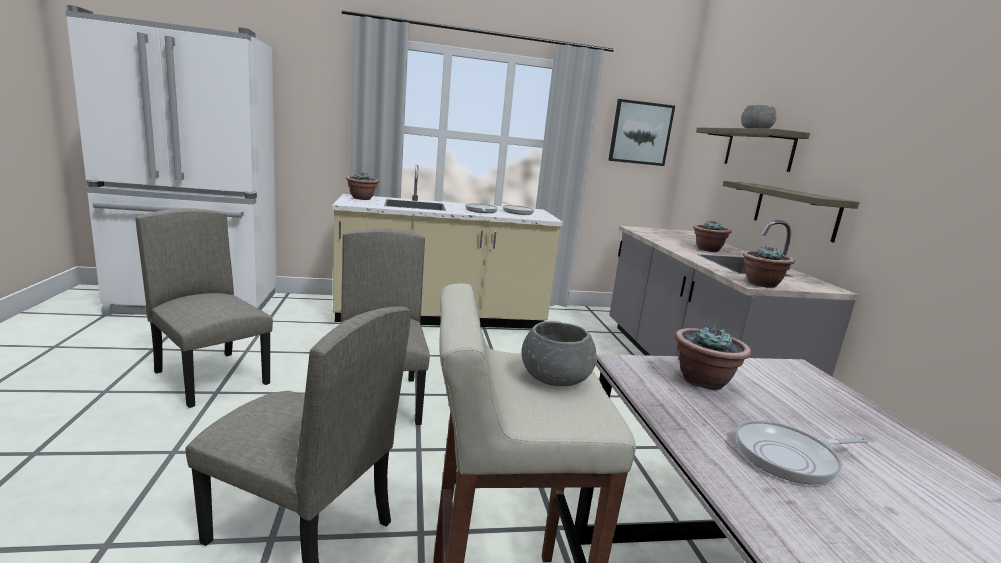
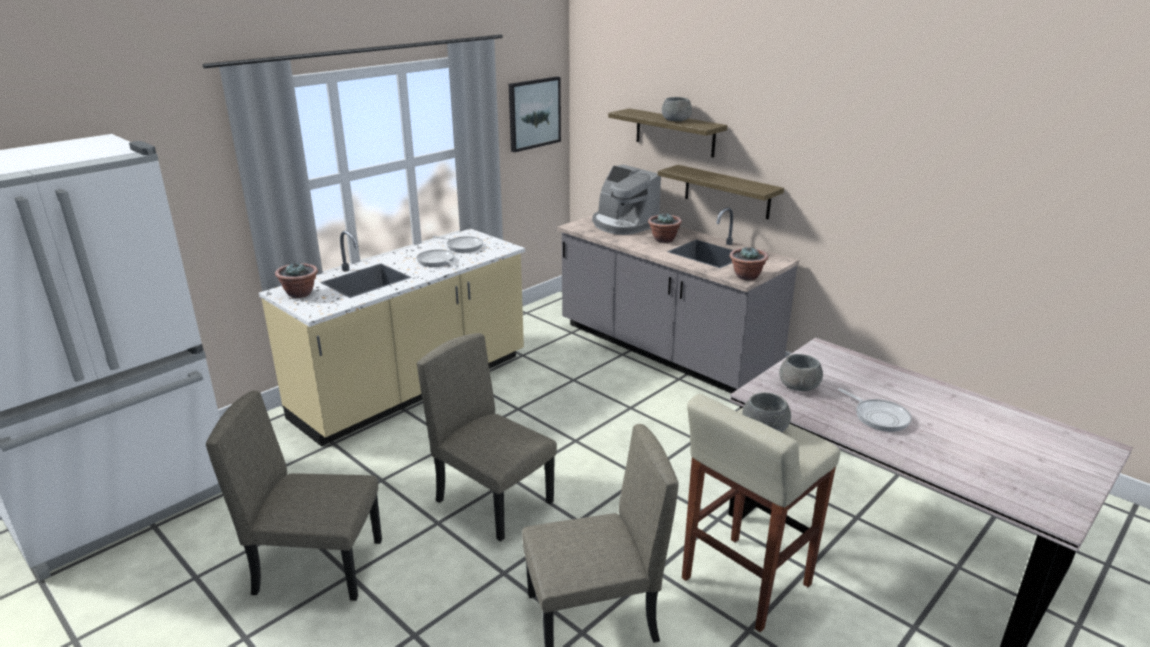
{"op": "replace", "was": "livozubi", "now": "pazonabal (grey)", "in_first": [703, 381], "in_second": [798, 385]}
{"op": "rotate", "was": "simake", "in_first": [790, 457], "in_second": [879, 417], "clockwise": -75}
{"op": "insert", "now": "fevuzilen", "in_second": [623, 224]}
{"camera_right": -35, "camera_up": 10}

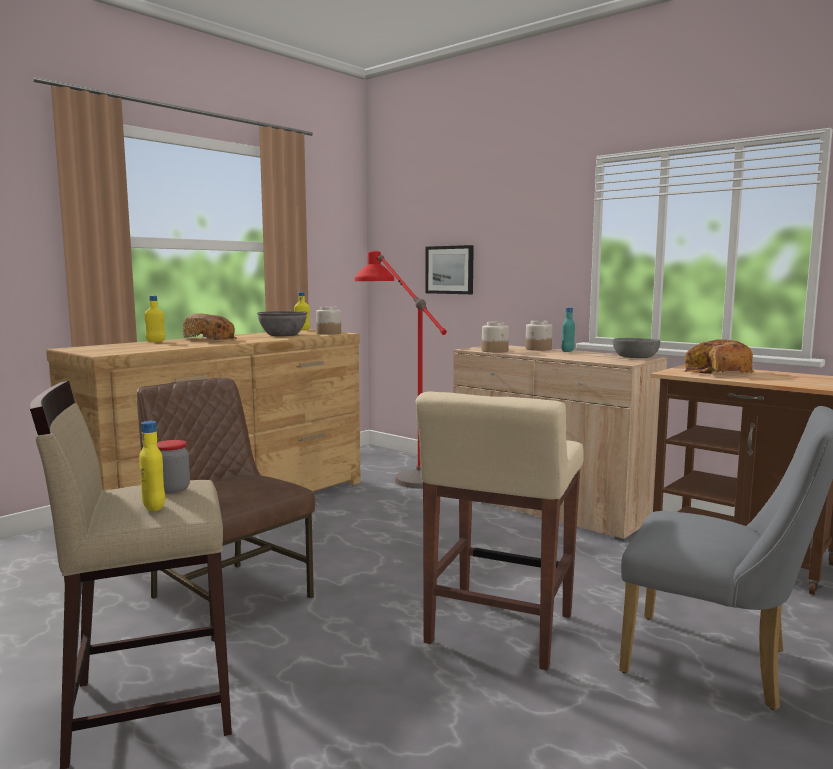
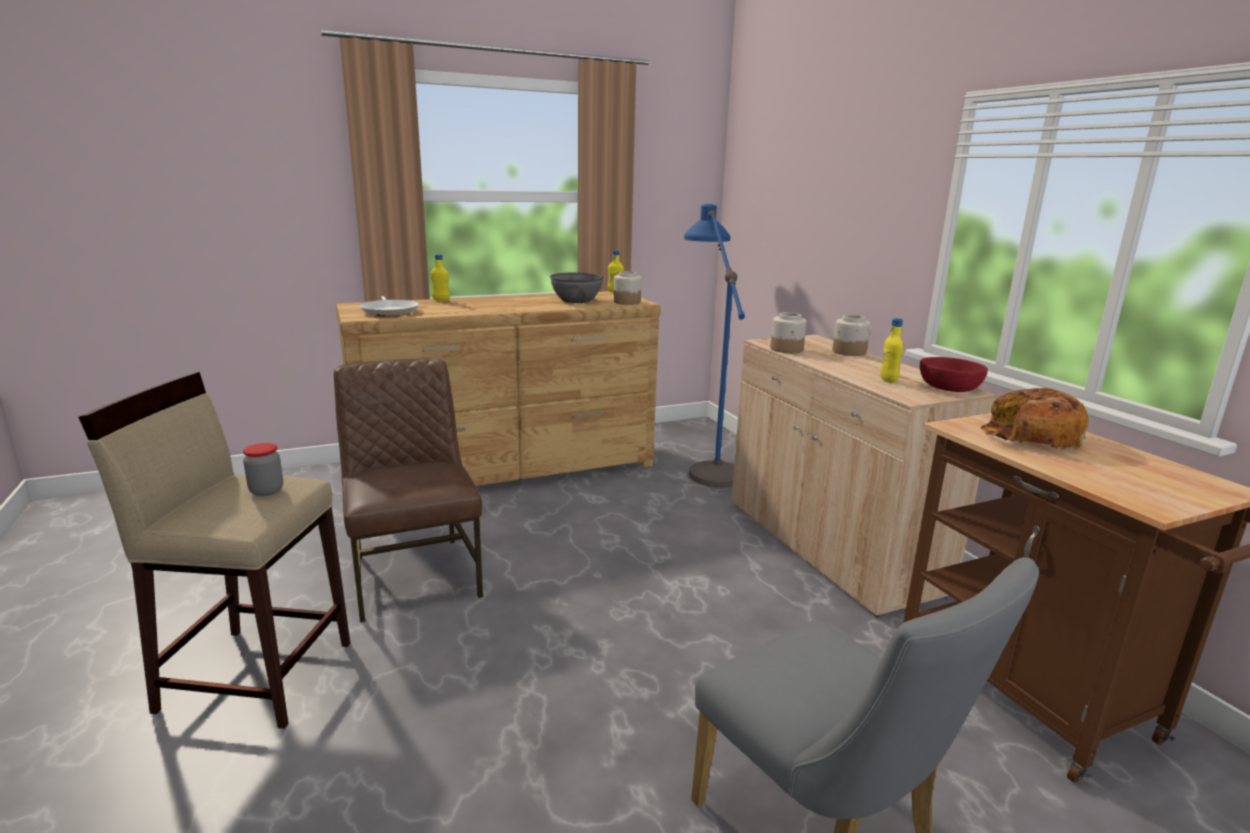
{"op": "delete", "was": "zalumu", "in_first": [450, 270]}
{"op": "recolor", "was": "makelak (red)", "now": "makelak (blue)", "in_first": [401, 472], "in_second": [707, 460]}
{"op": "delete", "was": "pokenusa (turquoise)", "in_first": [567, 351]}
{"op": "delete", "was": "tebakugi", "in_first": [211, 339]}
{"op": "recolor", "was": "pazonabal (grey)", "now": "pazonabal (red)", "in_first": [635, 357], "in_second": [949, 387]}
{"op": "delete", "was": "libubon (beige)", "in_first": [499, 630]}
{"op": "move", "was": "pokenusa (yellow)", "in_first": [154, 507], "in_second": [888, 380]}
{"op": "insert", "now": "simake", "in_second": [390, 311]}
{"camera_right": 25, "camera_up": 10}

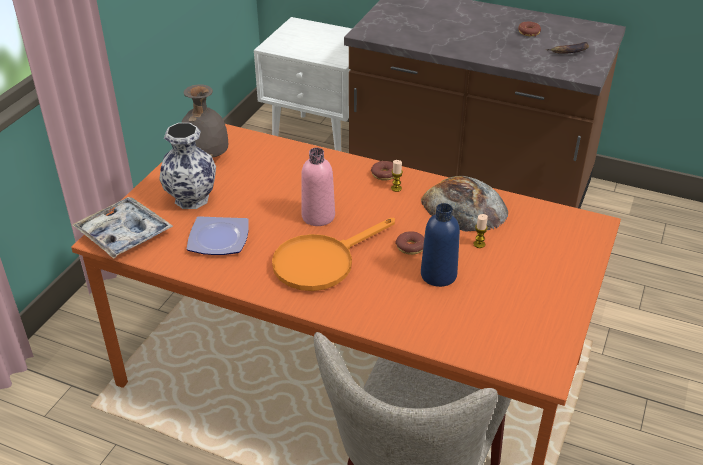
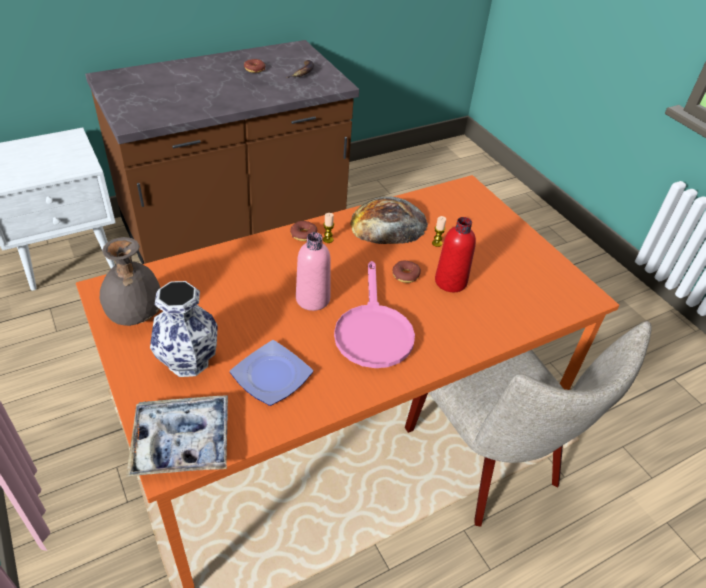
{"op": "recolor", "was": "pokenusa (blue)", "now": "pokenusa (red)", "in_first": [438, 275], "in_second": [450, 281]}
{"op": "recolor", "was": "simake (orange)", "now": "simake (pink)", "in_first": [322, 261], "in_second": [372, 330]}
{"camera_right": -55, "camera_up": 5}

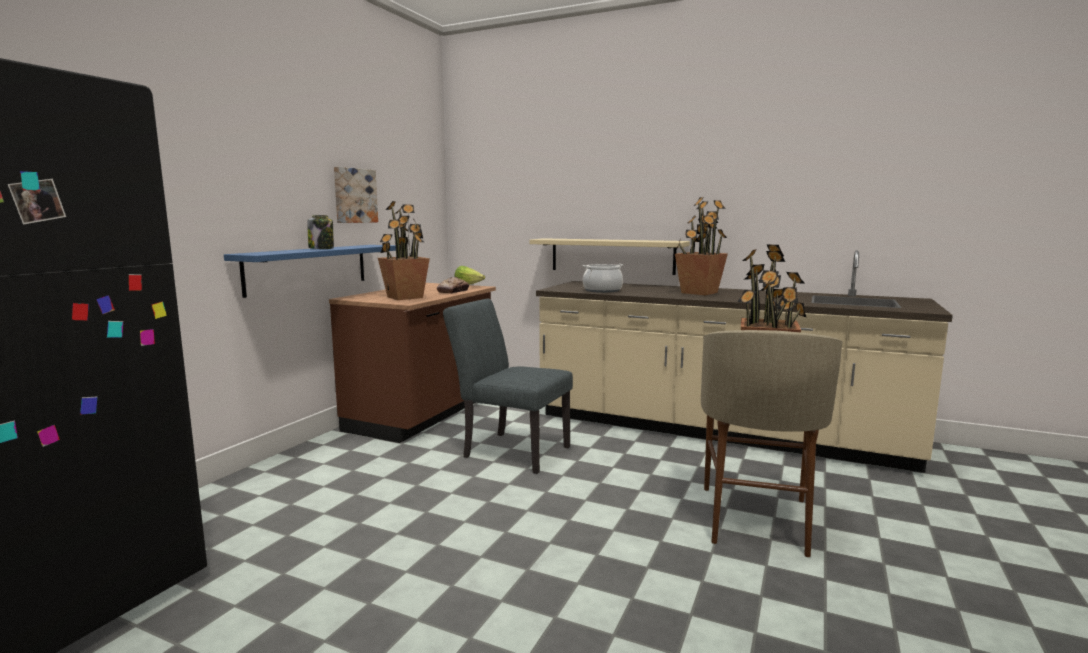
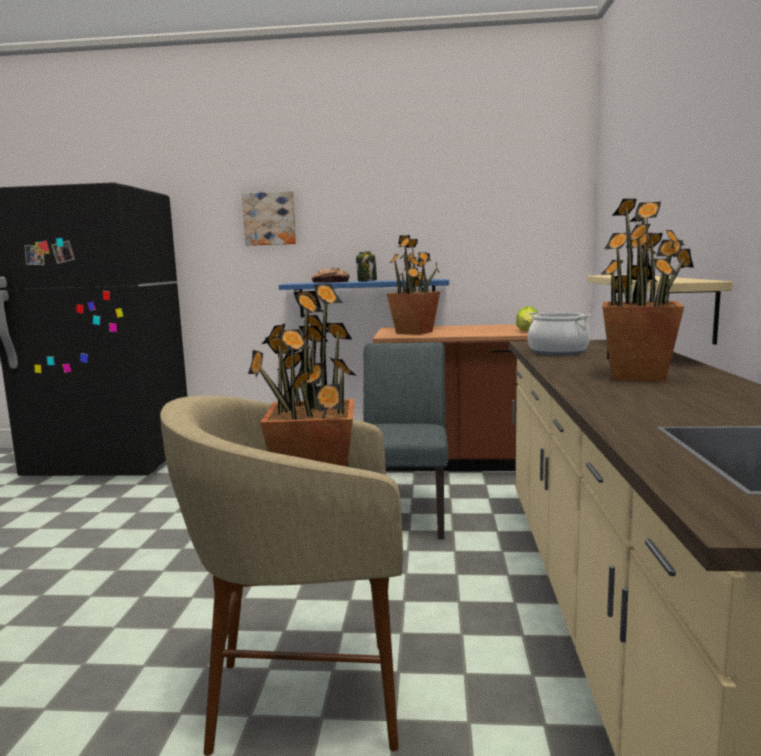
{"op": "move", "was": "zalumu", "in_first": [354, 195], "in_second": [269, 219]}
{"op": "move", "was": "tebakugi", "in_first": [453, 291], "in_second": [330, 282]}
{"camera_right": 70, "camera_up": 0}

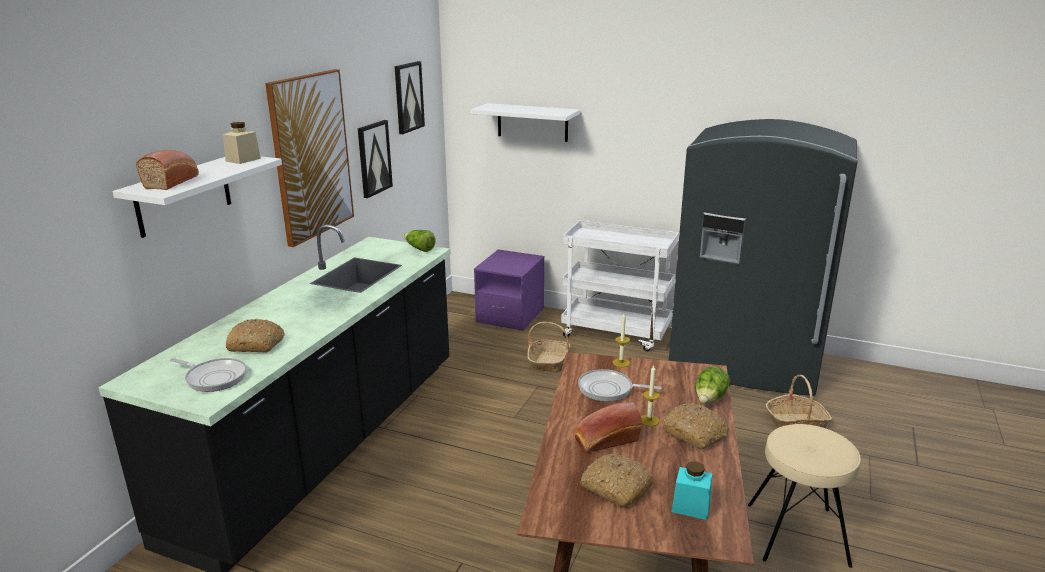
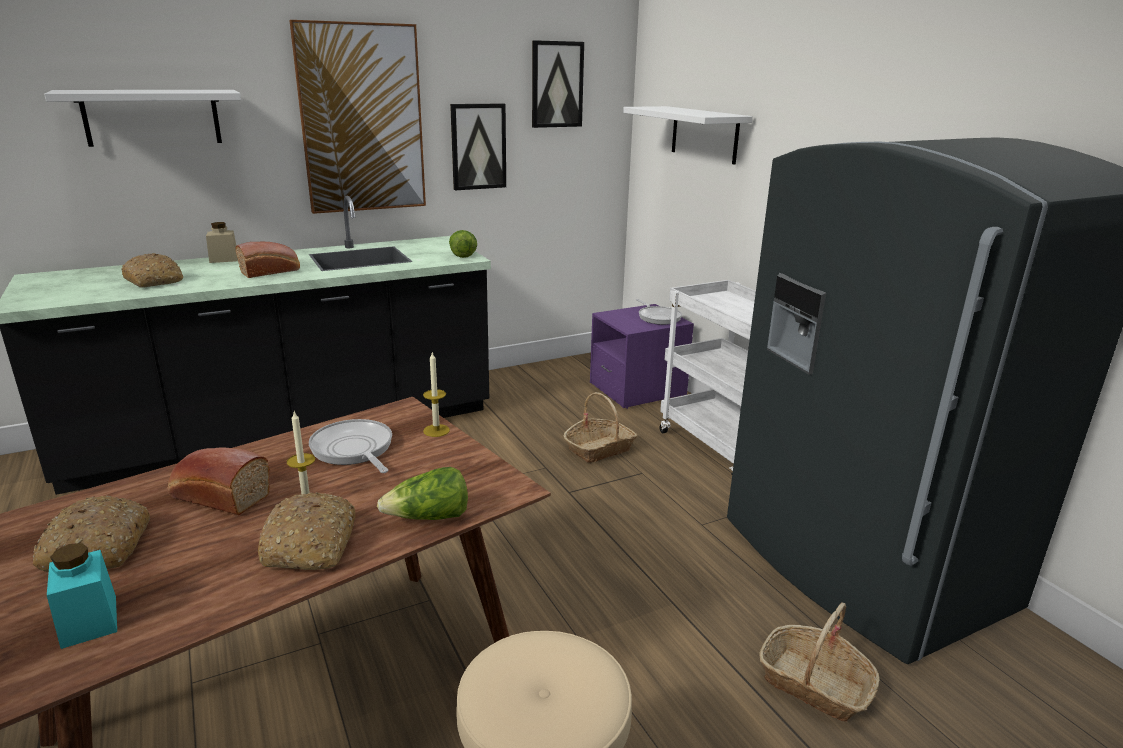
{"op": "move", "was": "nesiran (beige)", "in_first": [243, 160], "in_second": [224, 259]}
{"op": "move", "was": "tebakugi", "in_first": [173, 181], "in_second": [271, 271]}
{"op": "move", "was": "simake", "in_first": [214, 377], "in_second": [658, 317]}
{"camera_right": 40, "camera_up": 0}

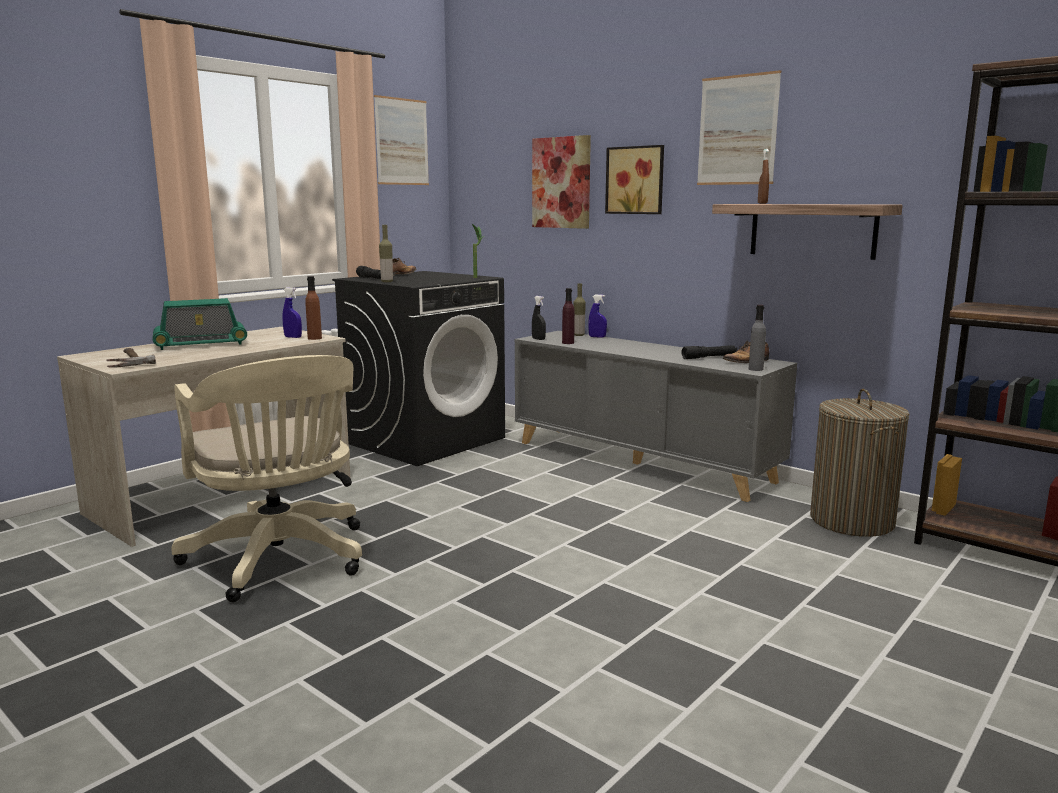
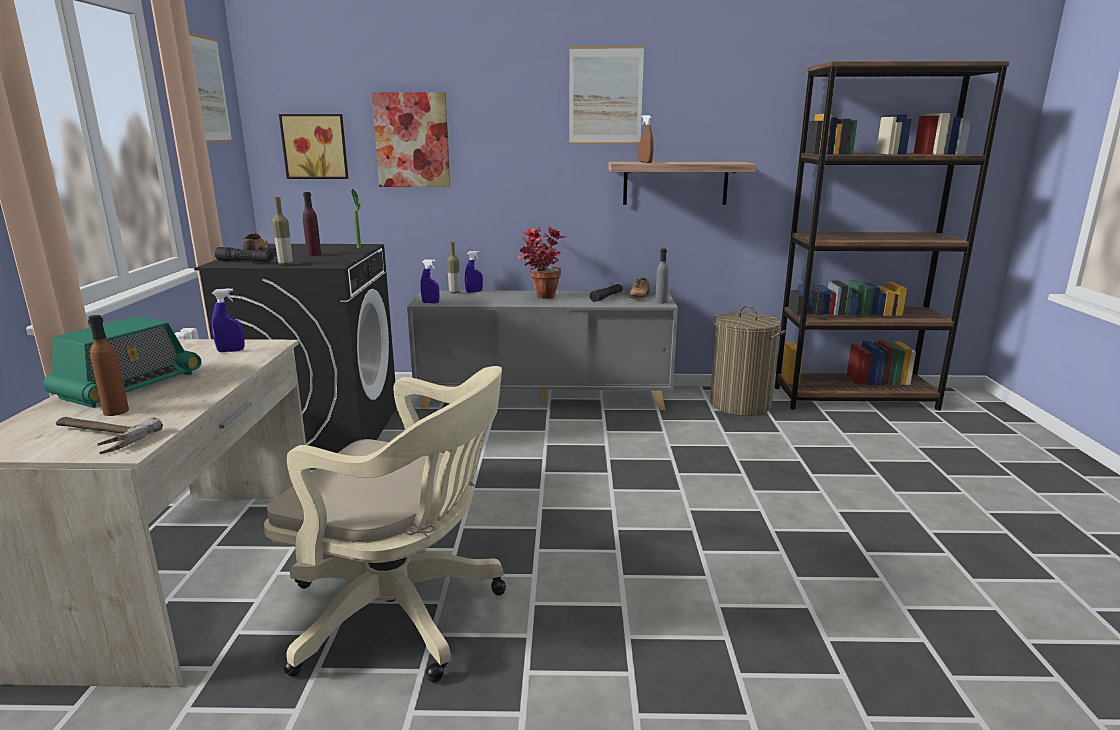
{"op": "move", "was": "zalumu", "in_first": [636, 180], "in_second": [315, 146]}
{"op": "move", "was": "pokenusa (brown)", "in_first": [314, 338], "in_second": [116, 411]}
{"op": "move", "was": "pokenusa (purple)", "in_first": [568, 343], "in_second": [314, 254]}
{"op": "recolor", "was": "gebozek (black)", "now": "gebozek (blue)", "in_first": [538, 339], "in_second": [430, 302]}
{"op": "insert", "now": "livozubi", "in_second": [540, 298]}
{"camera_right": -40, "camera_up": 5}

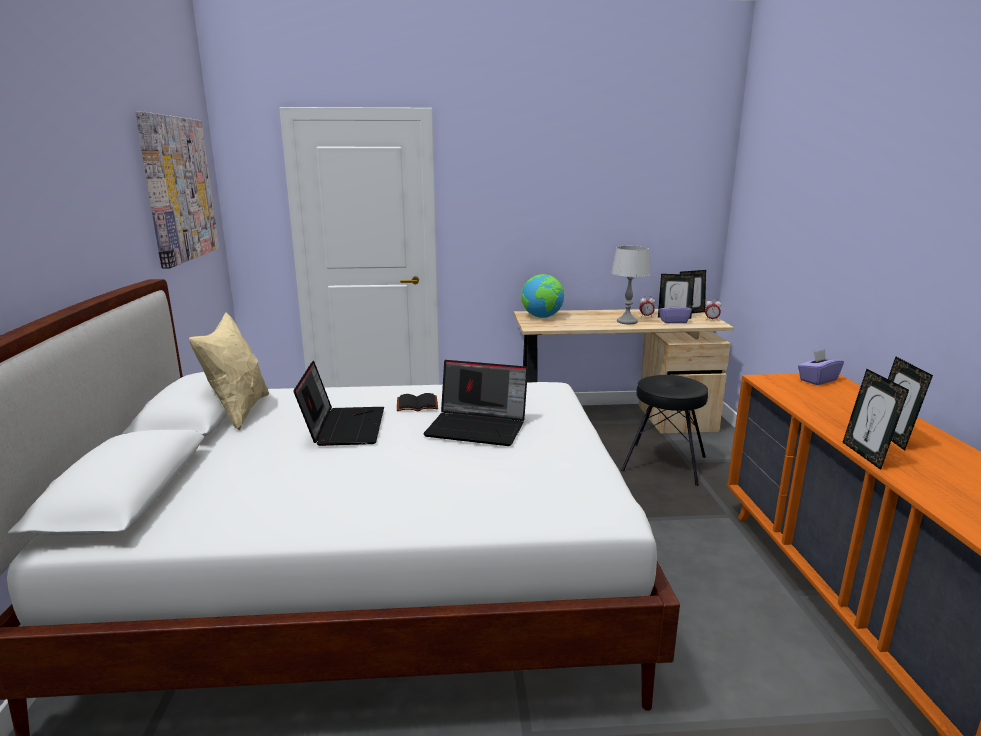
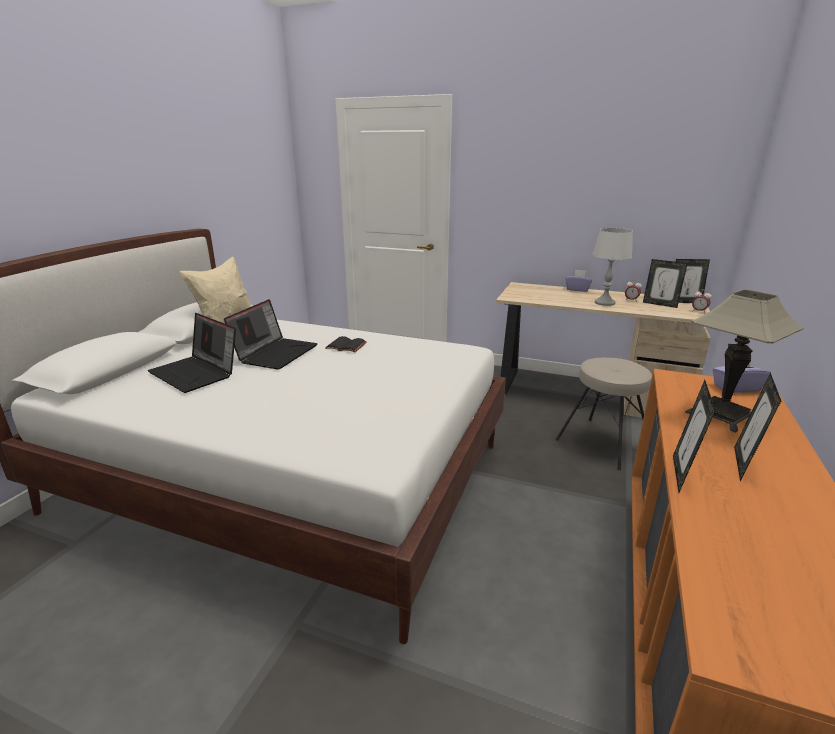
{"op": "delete", "was": "zalumu", "in_first": [178, 189]}
{"op": "delete", "was": "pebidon", "in_first": [542, 317]}
{"op": "move", "was": "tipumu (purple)", "in_first": [673, 321], "in_second": [577, 289]}
{"op": "move", "was": "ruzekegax", "in_first": [478, 427], "in_second": [197, 373]}
{"op": "recolor", "was": "libubon (black)", "now": "libubon (beige)", "in_first": [664, 464], "in_second": [602, 443]}
{"op": "insert", "now": "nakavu", "in_second": [721, 415]}
{"camera_right": 25, "camera_up": 5}

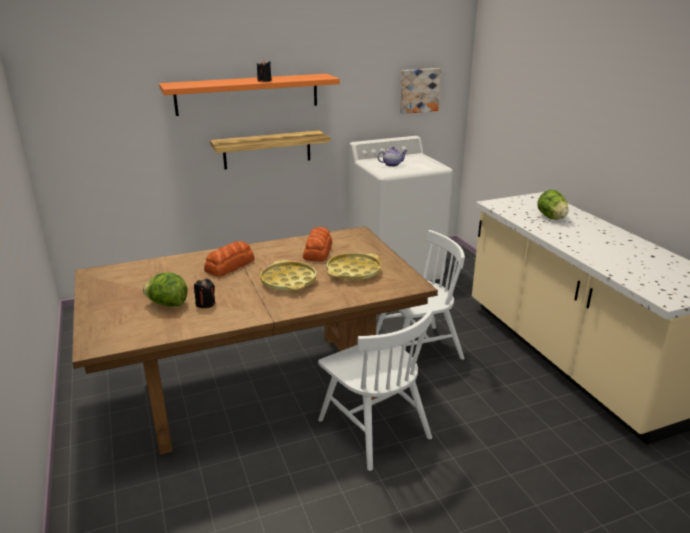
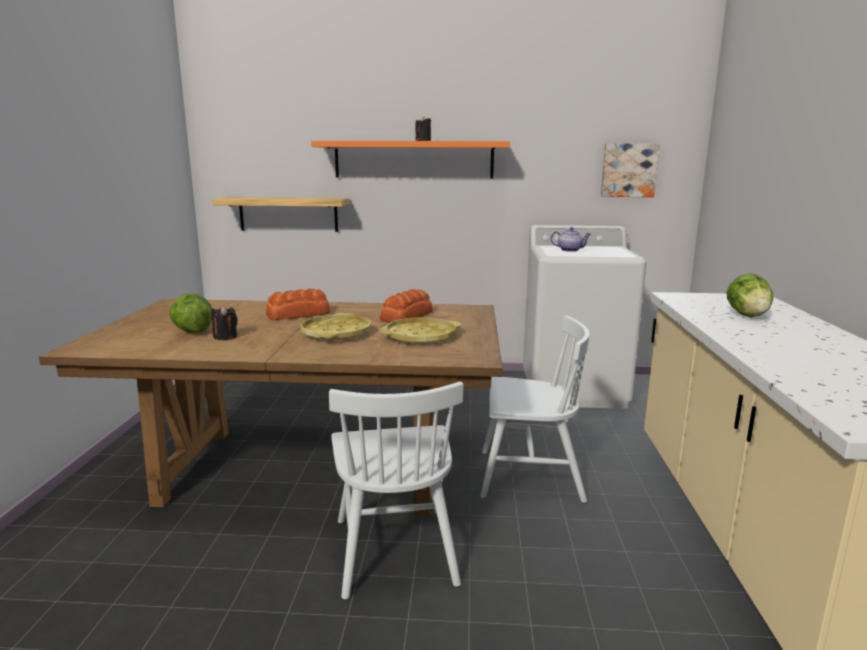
{"op": "move", "was": "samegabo", "in_first": [267, 149], "in_second": [288, 214]}
{"camera_right": 25, "camera_up": -10}

